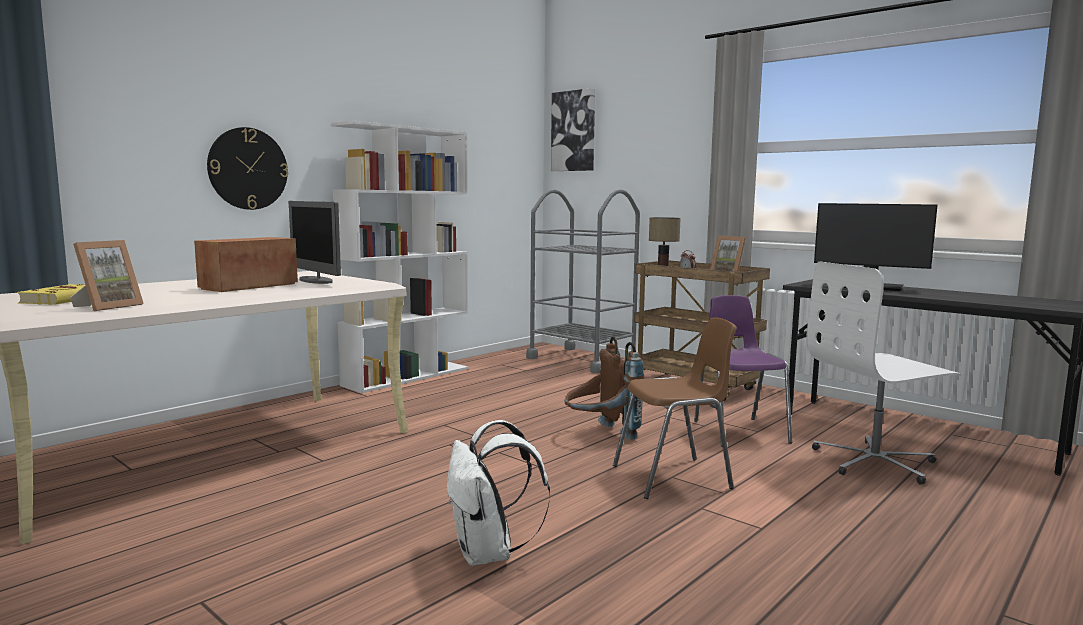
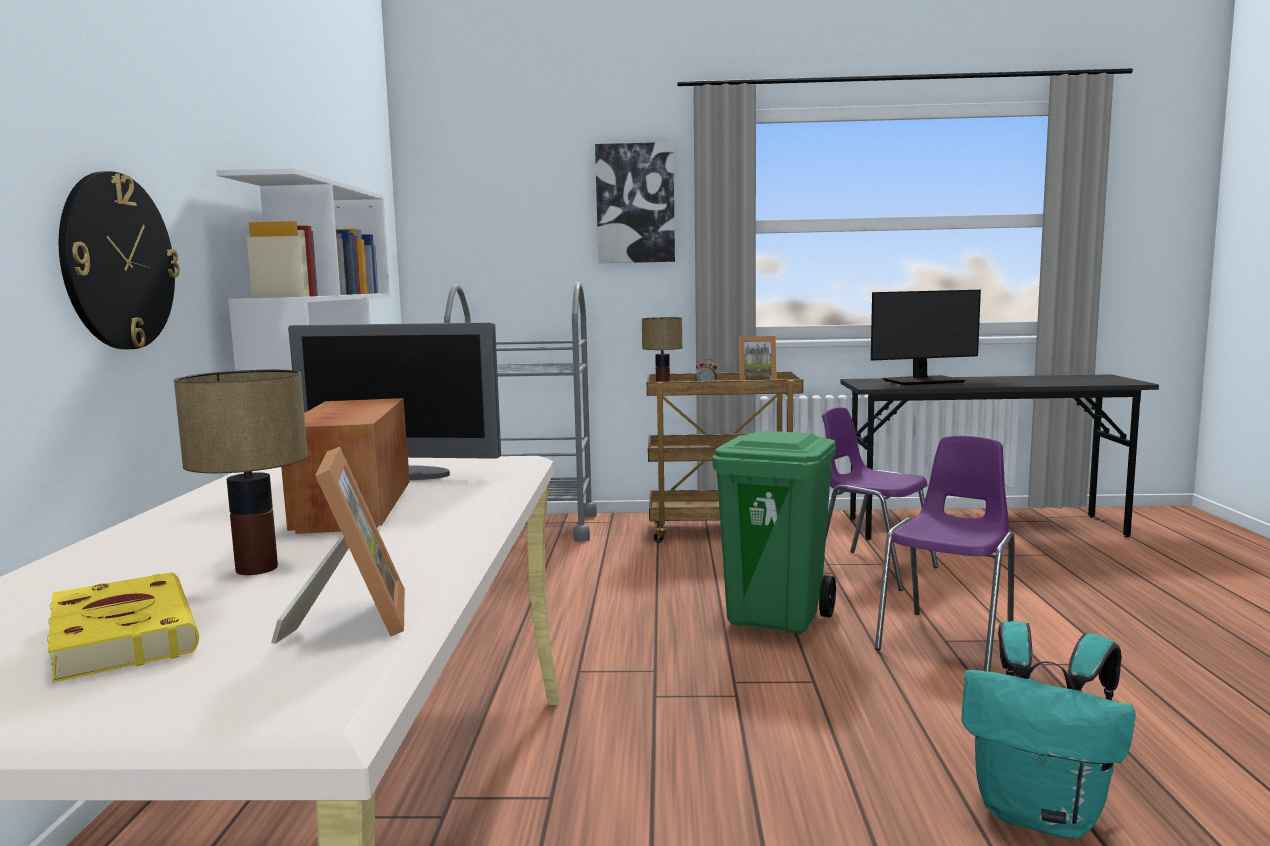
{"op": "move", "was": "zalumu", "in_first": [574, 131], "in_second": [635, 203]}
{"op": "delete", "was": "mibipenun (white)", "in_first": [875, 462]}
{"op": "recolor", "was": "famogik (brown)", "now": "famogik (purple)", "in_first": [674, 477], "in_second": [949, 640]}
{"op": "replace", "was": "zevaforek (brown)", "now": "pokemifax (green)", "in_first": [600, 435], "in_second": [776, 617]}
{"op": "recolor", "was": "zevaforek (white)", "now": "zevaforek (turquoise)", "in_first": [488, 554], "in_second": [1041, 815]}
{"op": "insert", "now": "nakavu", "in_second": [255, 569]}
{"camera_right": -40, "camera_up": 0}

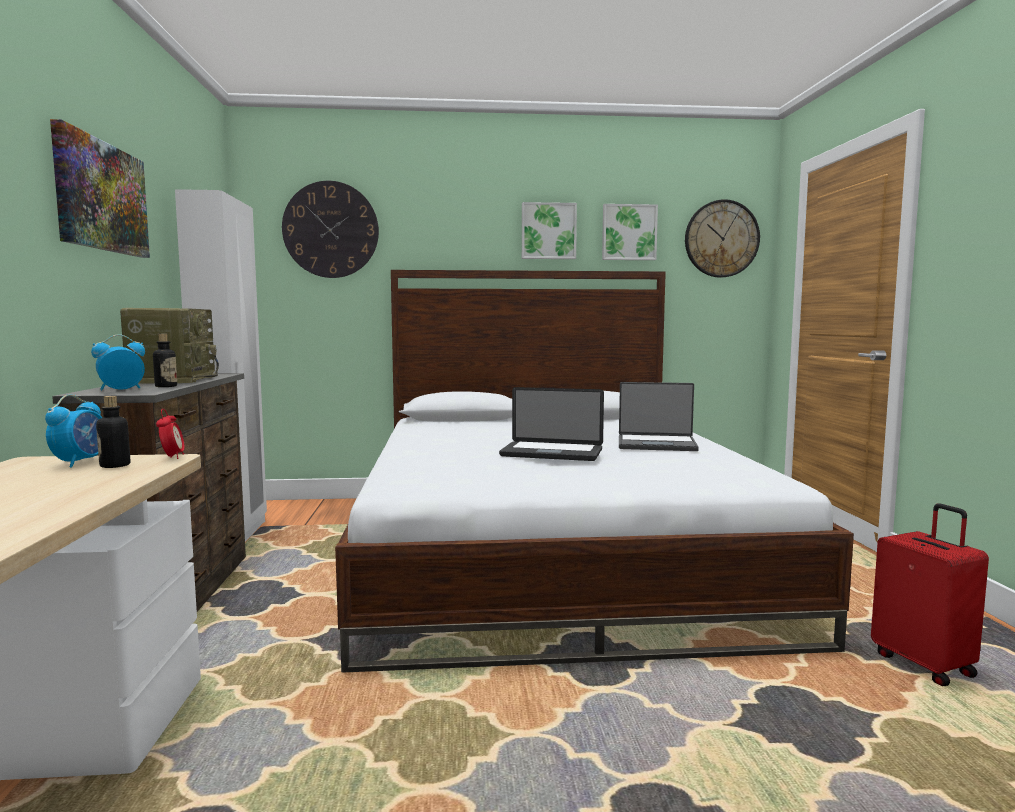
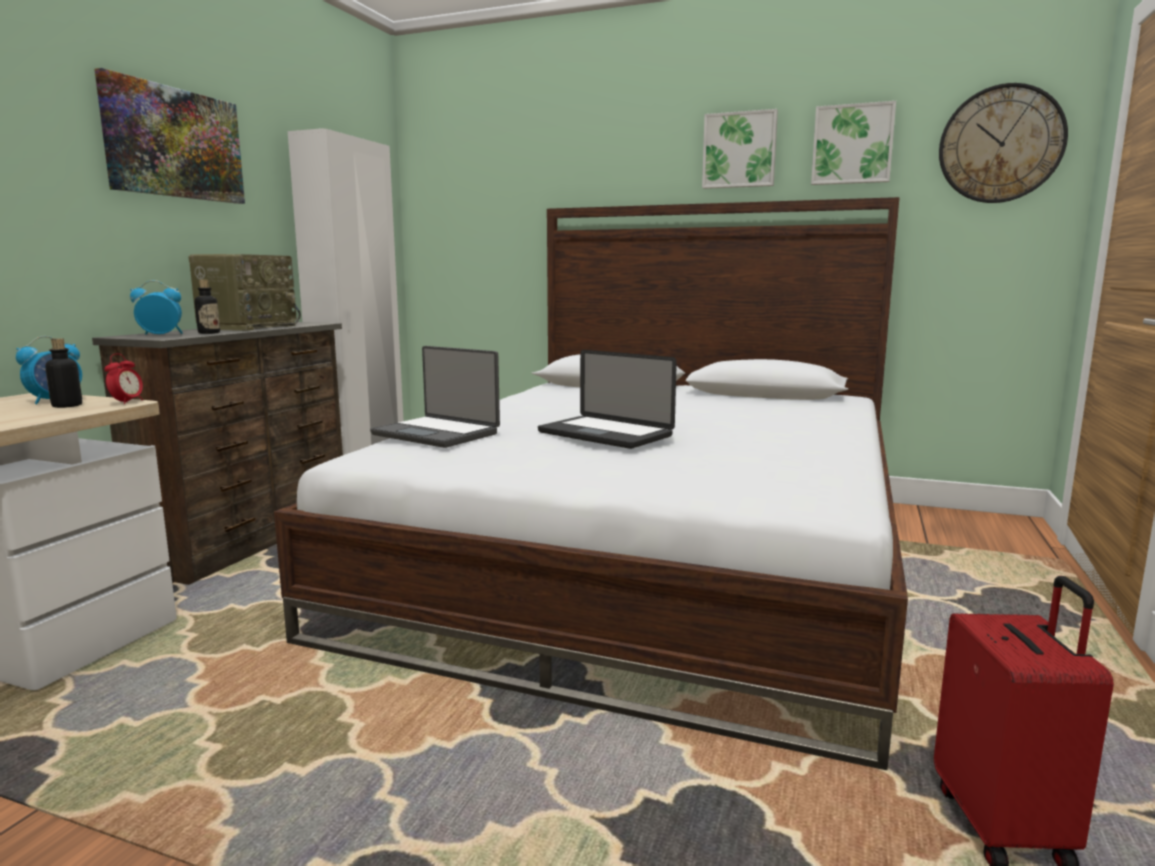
{"op": "delete", "was": "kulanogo", "in_first": [330, 230]}
{"op": "move", "was": "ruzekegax", "in_first": [656, 444], "in_second": [437, 434]}
{"camera_right": 25, "camera_up": 5}

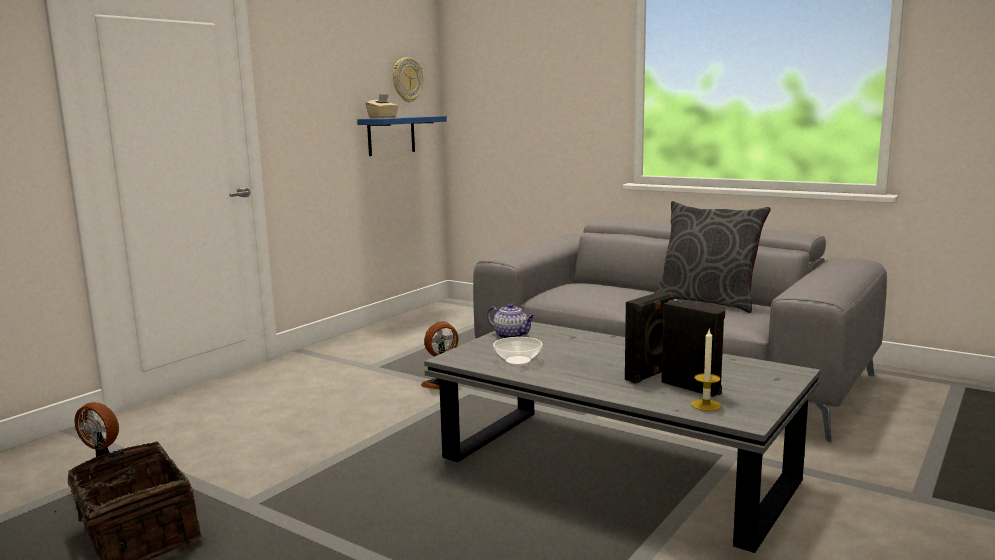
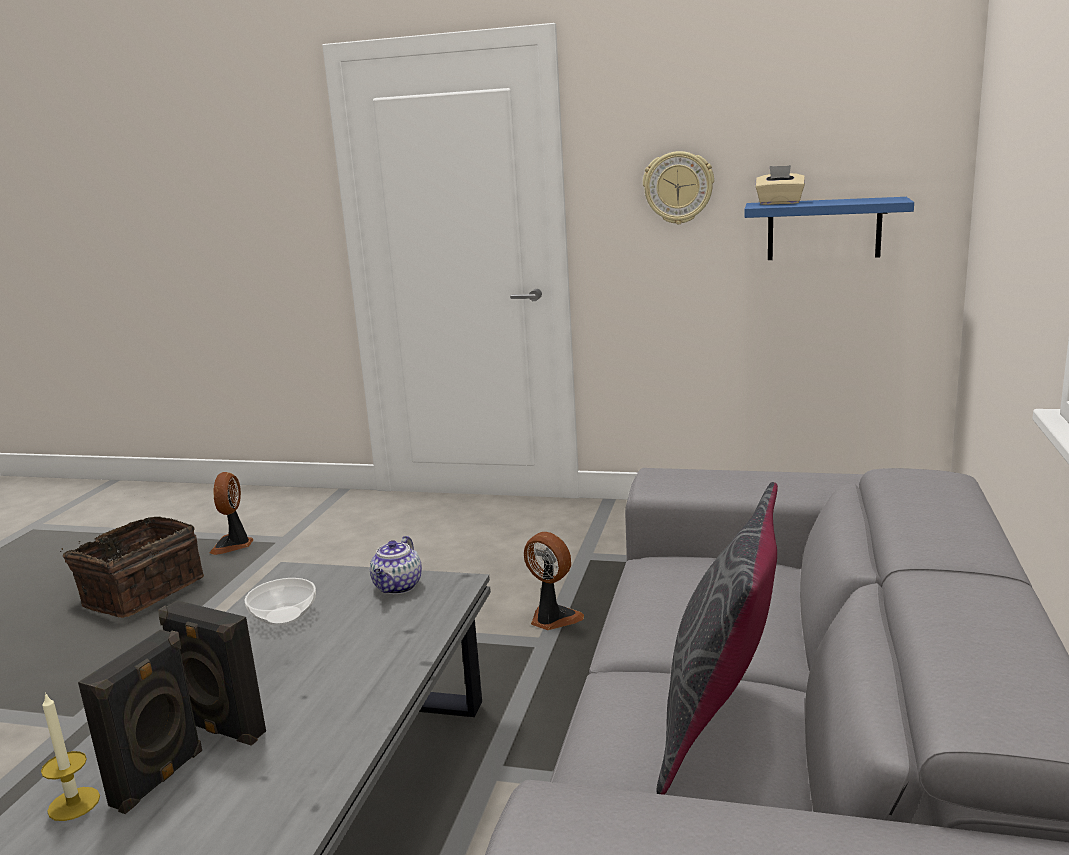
{"op": "move", "was": "kulanogo", "in_first": [407, 80], "in_second": [678, 187]}
{"camera_right": 70, "camera_up": 5}

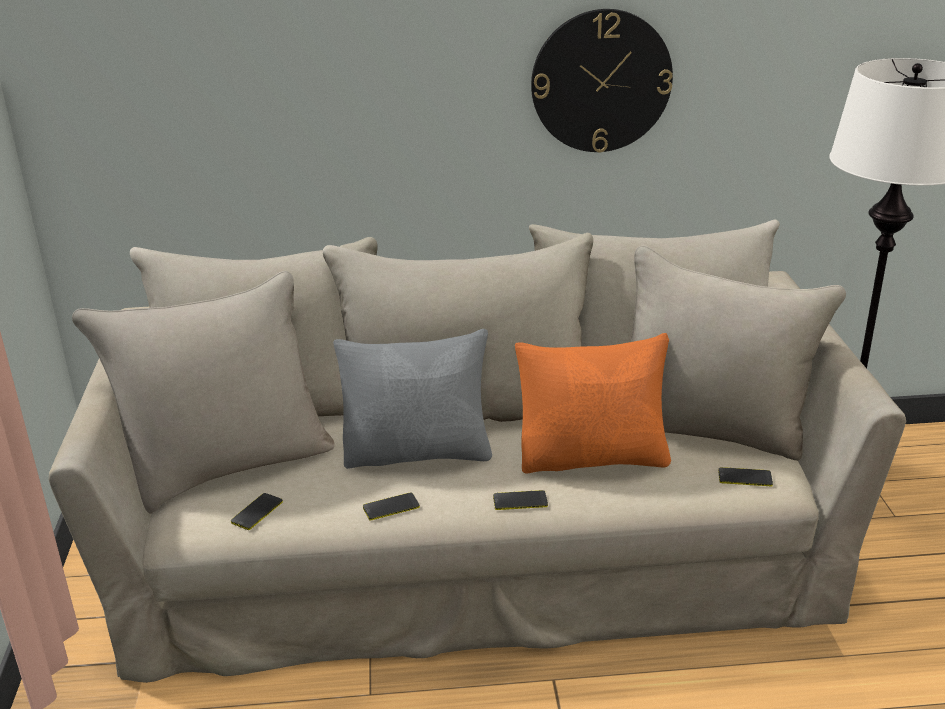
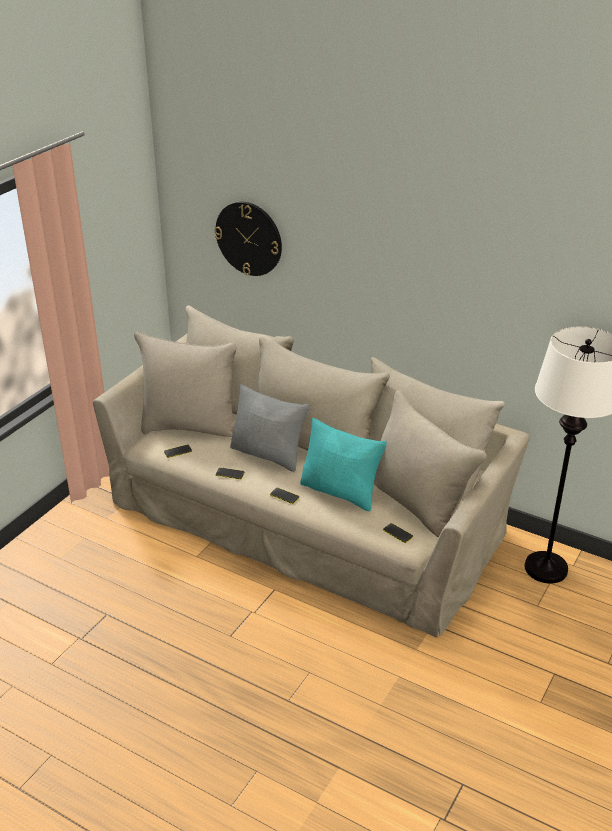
{"op": "move", "was": "kulanogo", "in_first": [601, 81], "in_second": [249, 238]}
{"op": "recolor", "was": "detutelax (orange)", "now": "detutelax (turquoise)", "in_first": [593, 458], "in_second": [341, 492]}
{"camera_right": 35, "camera_up": 5}

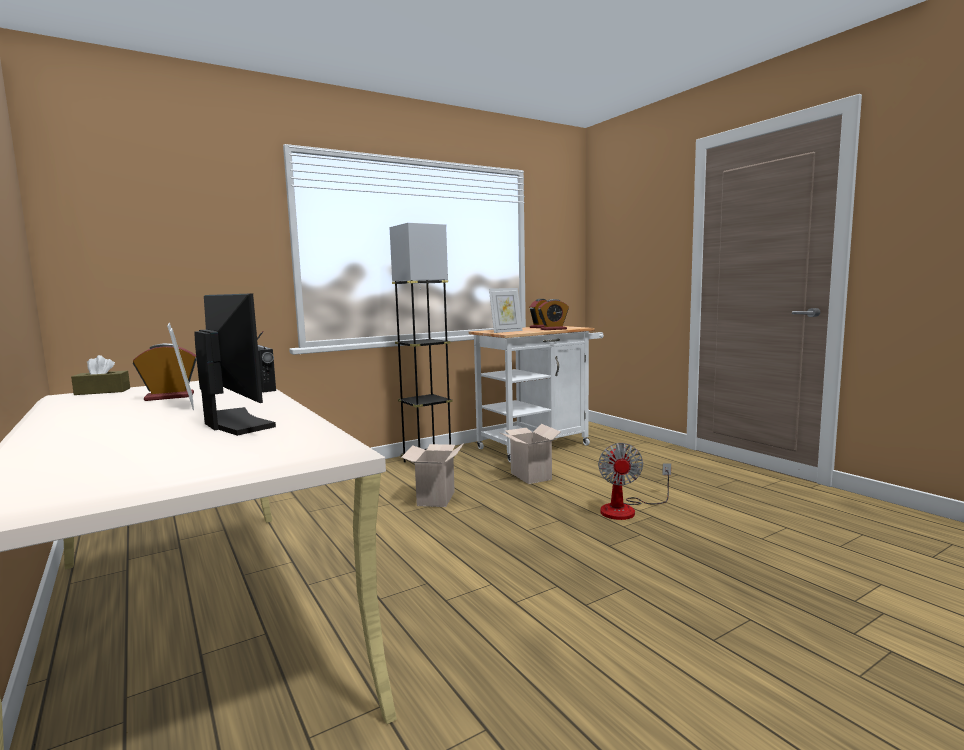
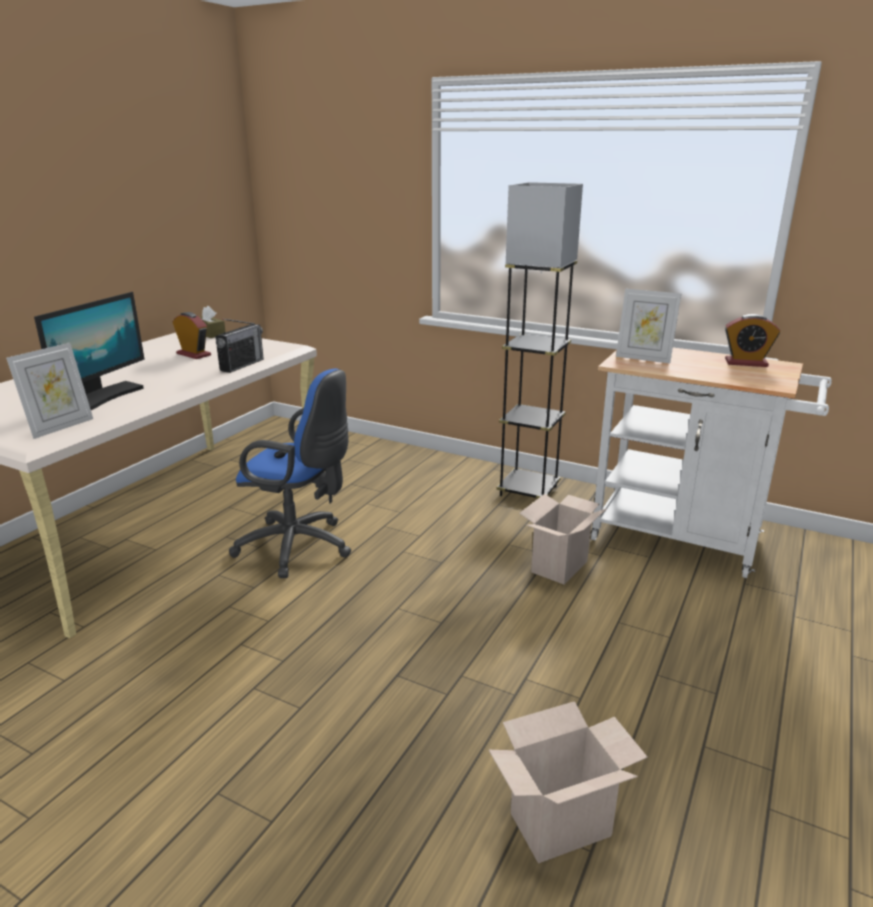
{"op": "delete", "was": "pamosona", "in_first": [553, 329]}
{"op": "move", "was": "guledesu", "in_first": [185, 405], "in_second": [60, 427]}
{"op": "move", "was": "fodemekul", "in_first": [435, 498], "in_second": [561, 822]}
{"op": "delete", "was": "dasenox", "in_first": [626, 509]}
{"op": "insert", "now": "mibipenun (blue)", "in_second": [300, 547]}
{"camera_right": 60, "camera_up": 15}

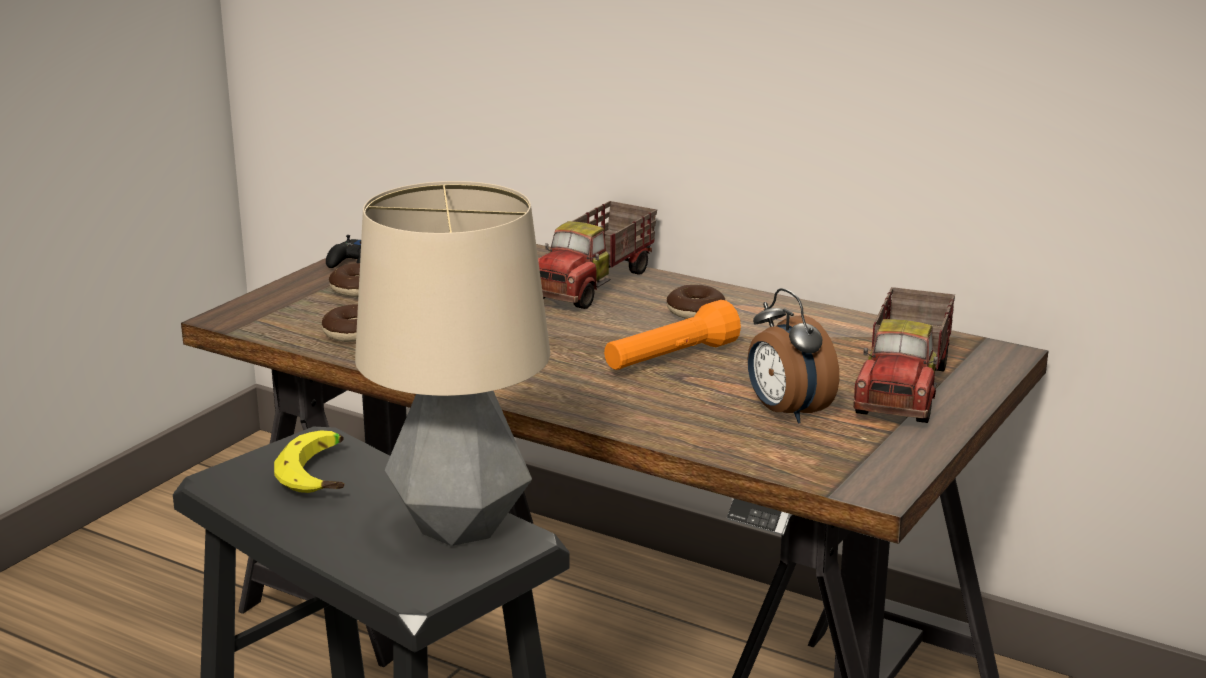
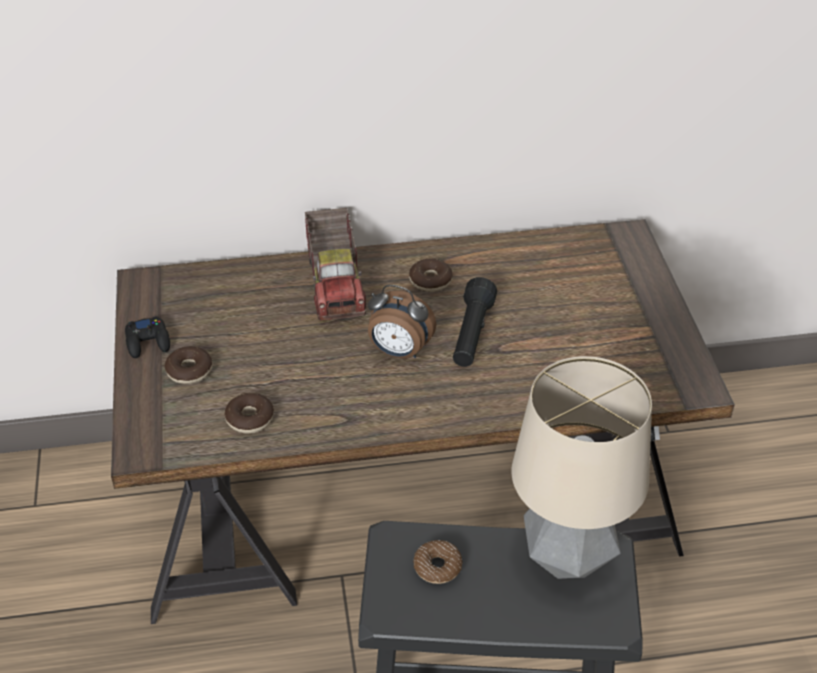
{"op": "delete", "was": "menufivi", "in_first": [905, 388]}
{"op": "move", "was": "pamosona", "in_first": [786, 412], "in_second": [399, 352]}
{"op": "recolor", "was": "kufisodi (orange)", "now": "kufisodi (black)", "in_first": [670, 359], "in_second": [471, 335]}
{"op": "replace", "was": "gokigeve", "now": "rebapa", "in_first": [323, 474], "in_second": [437, 567]}
{"camera_right": -40, "camera_up": 20}

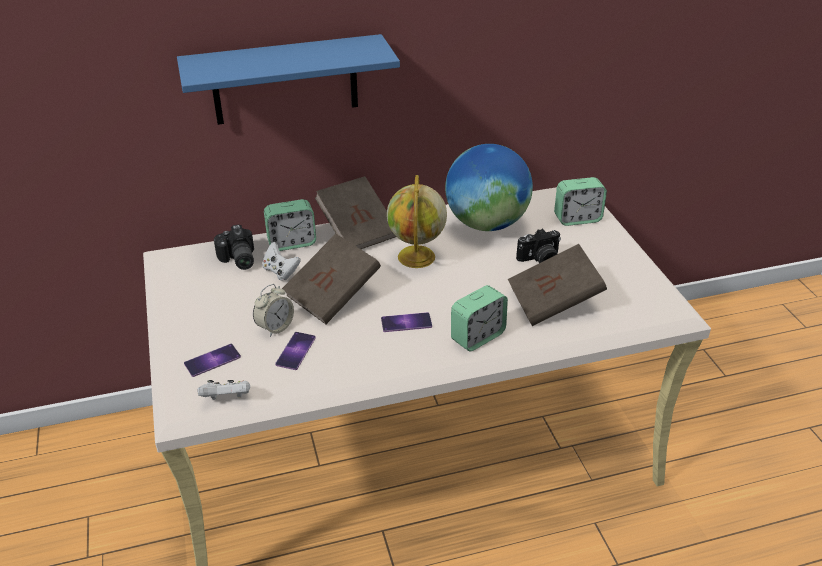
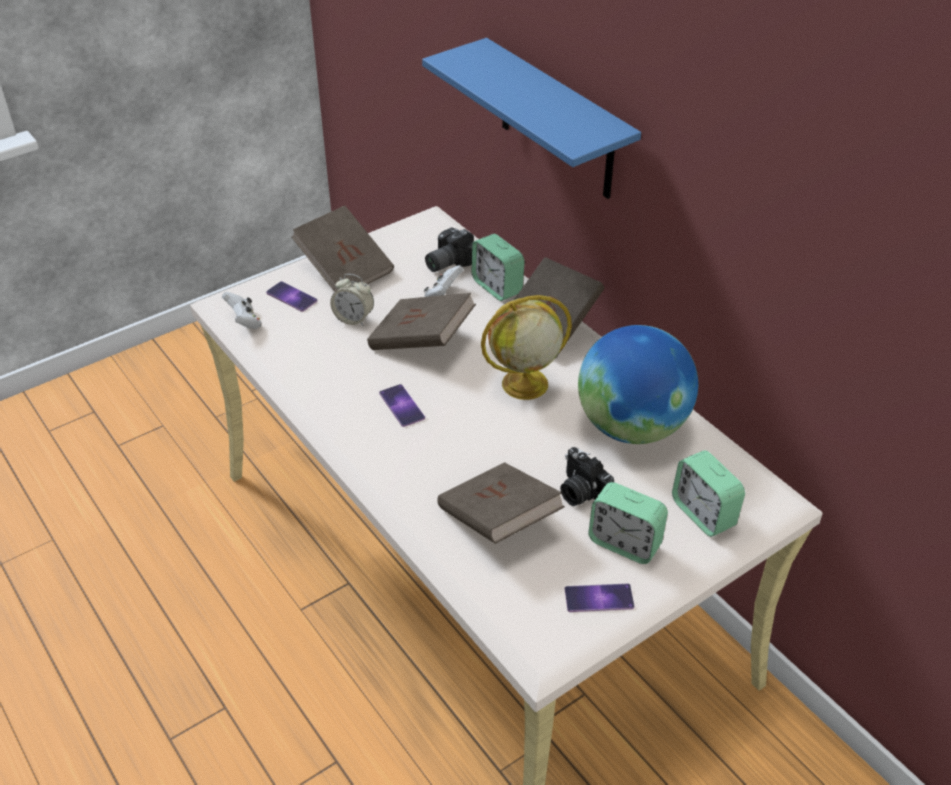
{"op": "move", "was": "pamosona", "in_first": [477, 336], "in_second": [624, 543]}
{"op": "move", "was": "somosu", "in_first": [296, 351], "in_second": [599, 598]}
{"op": "insert", "now": "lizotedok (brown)", "in_second": [345, 269]}
{"camera_right": 70, "camera_up": 5}

